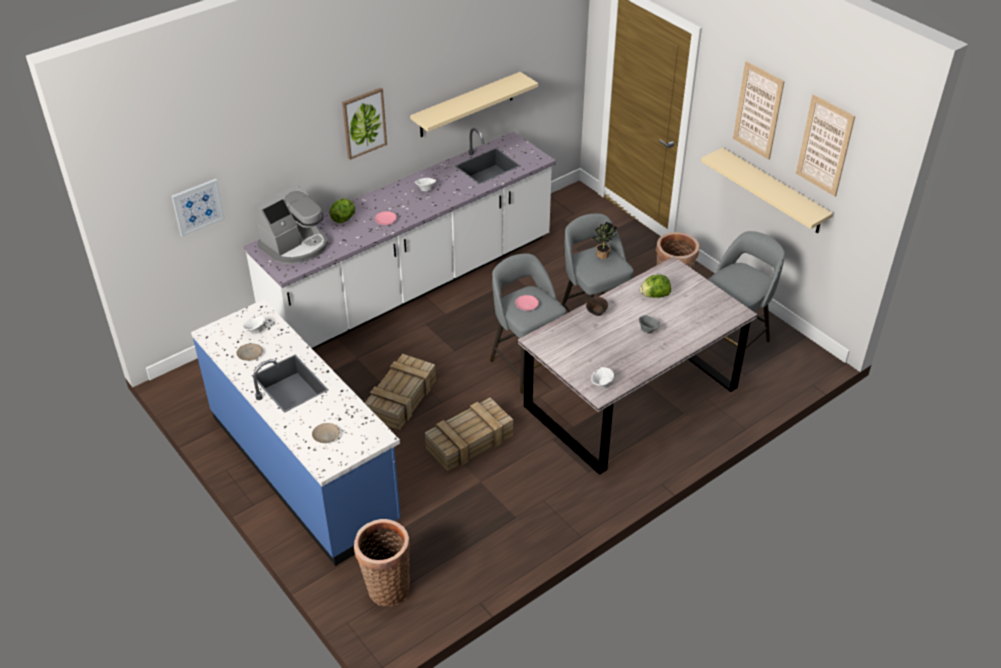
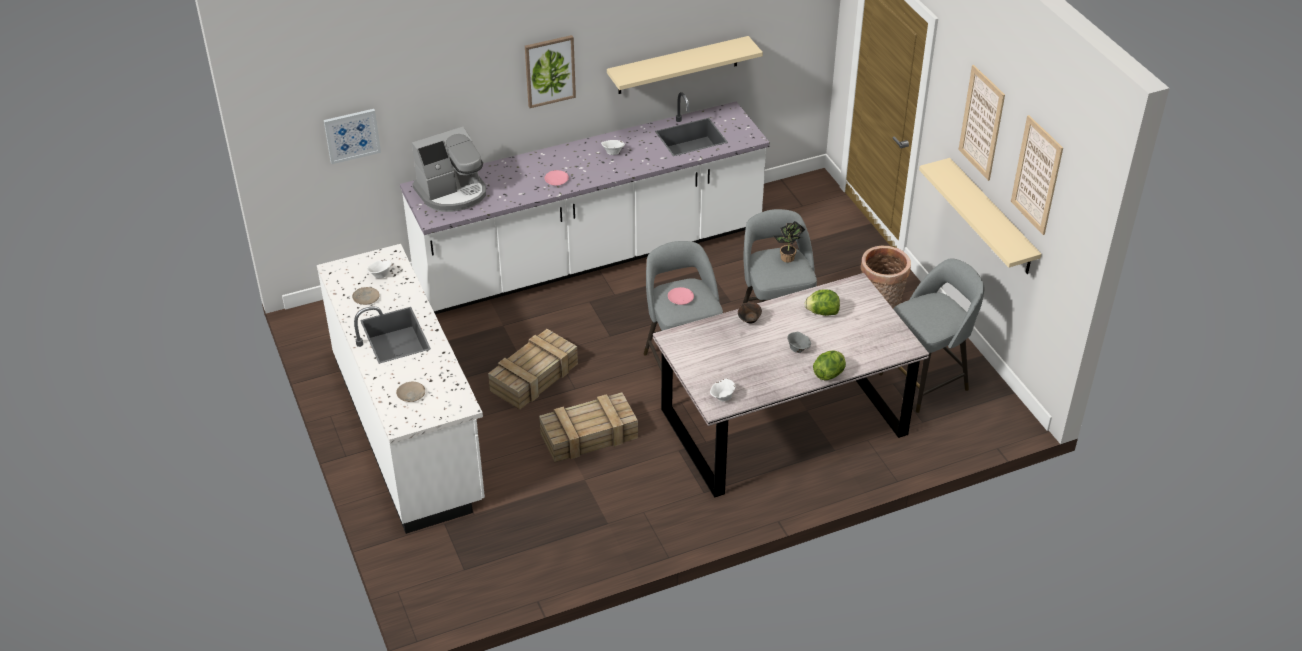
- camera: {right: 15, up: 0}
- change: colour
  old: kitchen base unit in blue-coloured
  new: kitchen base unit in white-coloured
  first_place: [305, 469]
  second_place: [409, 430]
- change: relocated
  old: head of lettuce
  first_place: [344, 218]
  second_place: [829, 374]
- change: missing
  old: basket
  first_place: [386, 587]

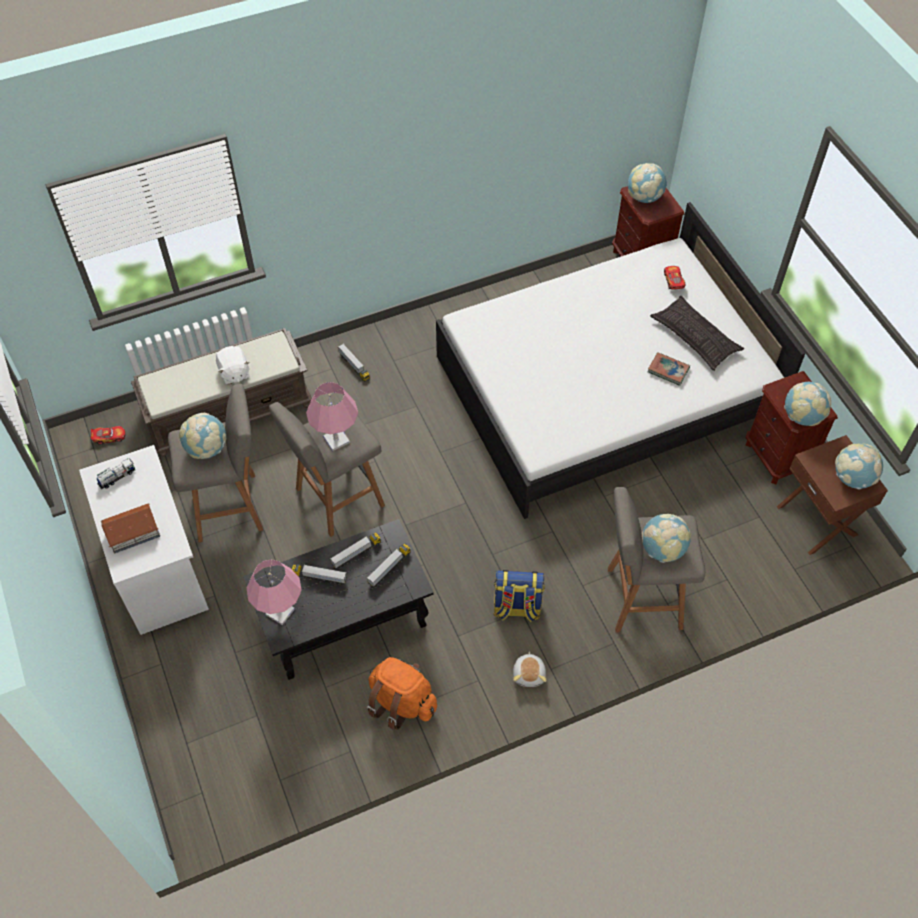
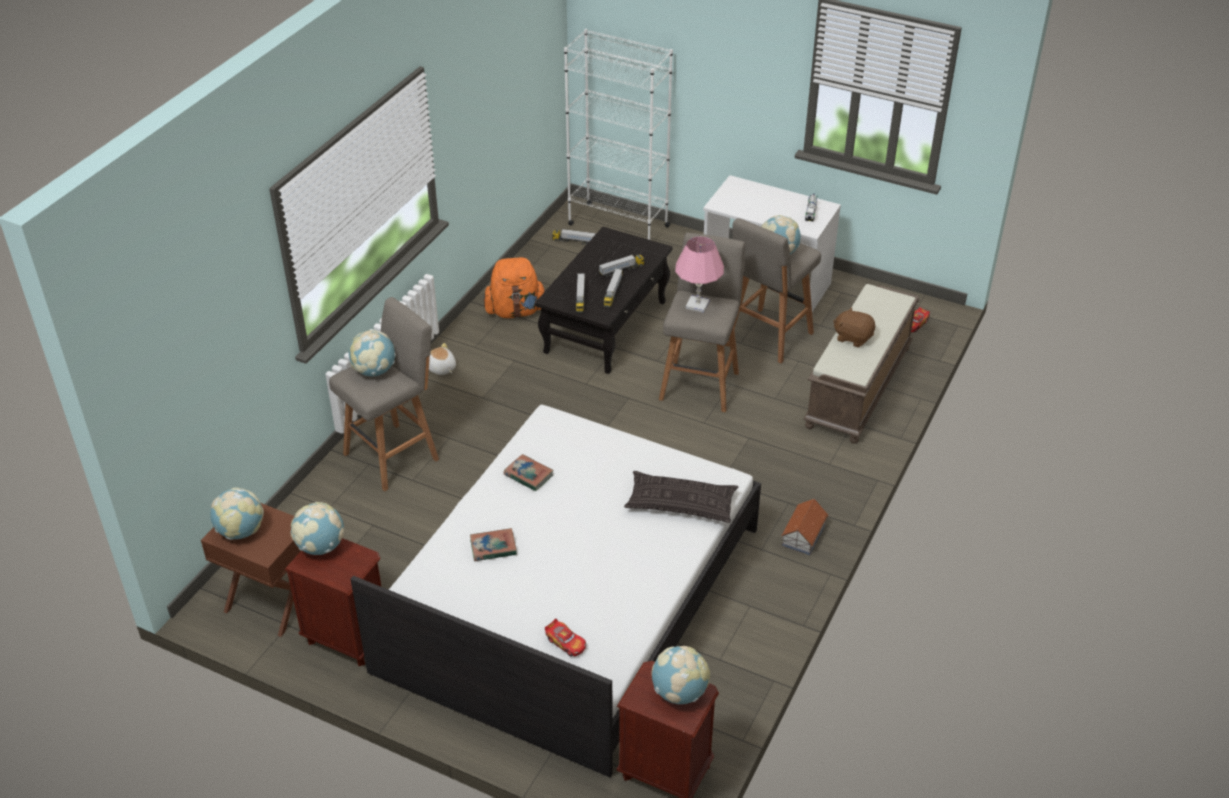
- camera: {right: 140, up: -15}
- change: relocated
  old: toy house
  first_place: [133, 532]
  second_place: [803, 535]
- change: colour
  old: cuddly toy in white-coloured
  new: cuddly toy in brownish
  first_place: [234, 373]
  second_place: [853, 337]
- change: missing
  old: lamp for a table in pinkish
  first_place: [280, 611]
- change: relocated
  old: toy truck
  first_place: [354, 366]
  second_place: [573, 241]
- change: missing
  old: rucksack
  first_place: [516, 608]
- change: relocated
  old: cushion
  first_place: [695, 337]
  second_place: [680, 503]
- change: appeared
  new: bound book
  second_place: [528, 475]
- change: appeared
  new: bookshelf in white-coloured
  second_place: [618, 225]

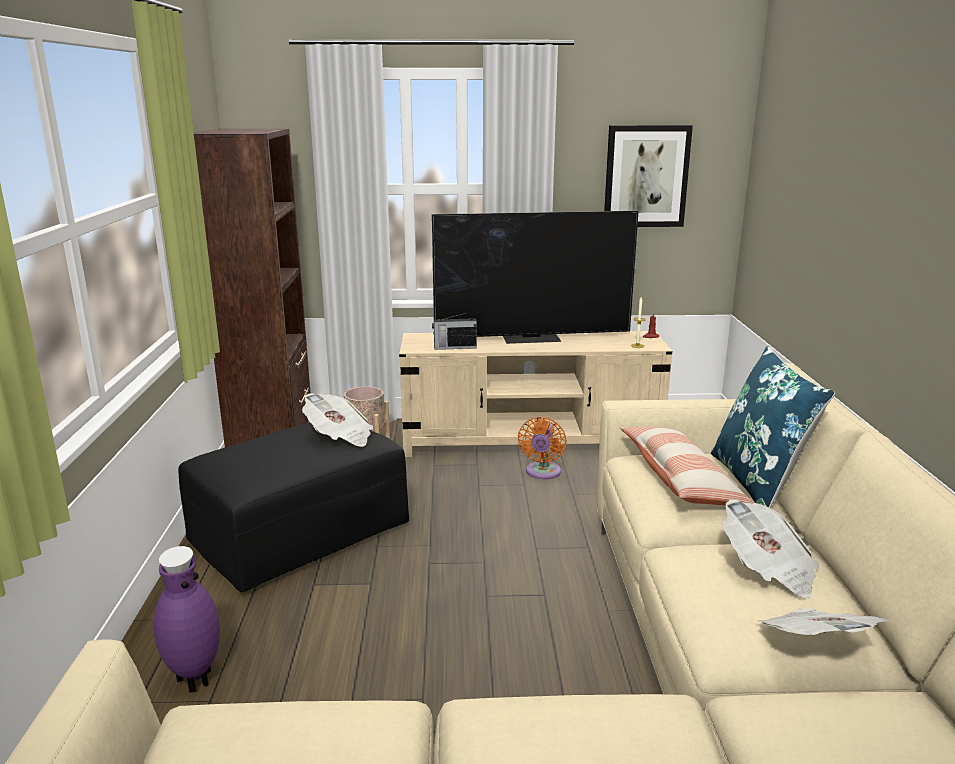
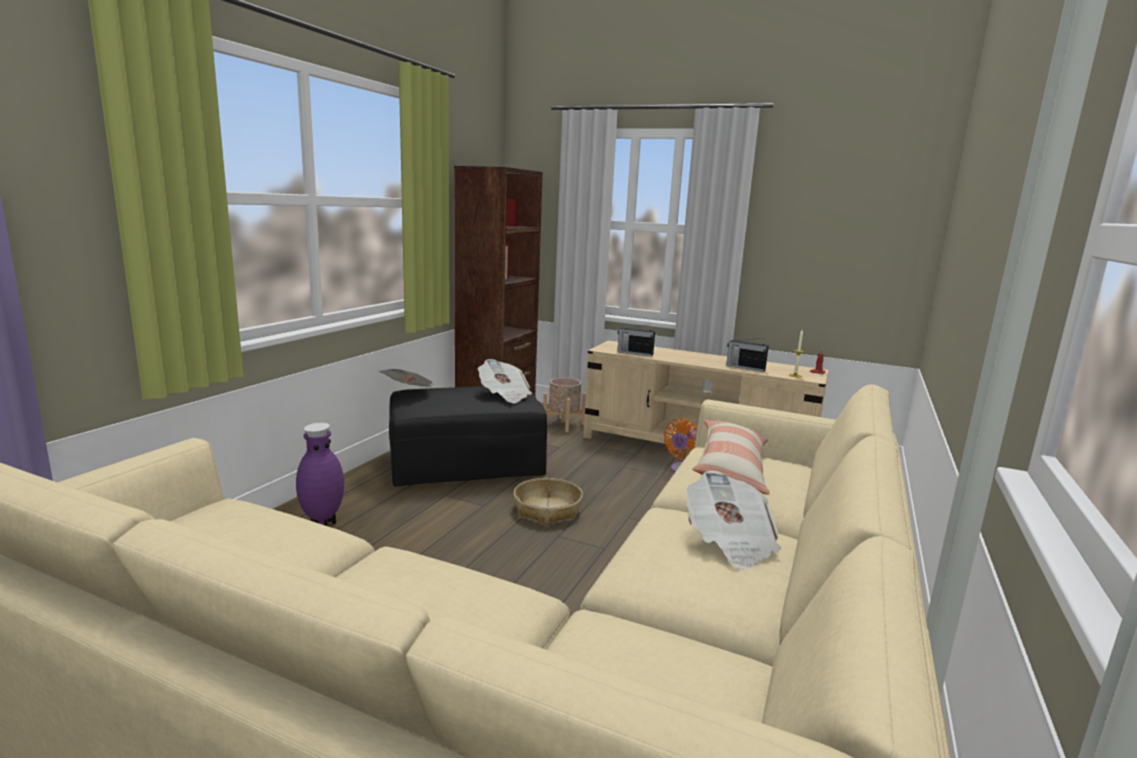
- camera: {right: 25, up: -5}
- change: missing
  old: TV
  first_place: [532, 338]
- change: missing
  old: wall art
  first_place: [646, 176]
- change: missing
  old: cushion in blue-coloured
  first_place: [758, 482]
- change: relocated
  old: newspaper
  first_place: [815, 646]
  second_place: [409, 392]
- change: appeared
  new: basket
  second_place: [547, 509]
- change: appeared
  new: radio receiver
  second_place: [744, 367]

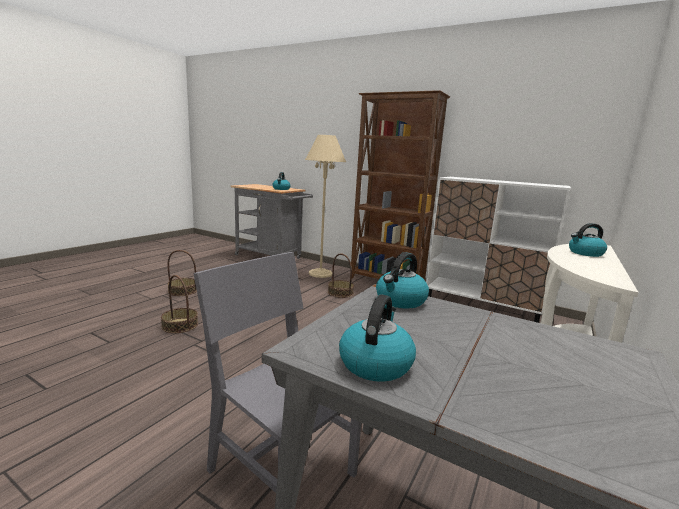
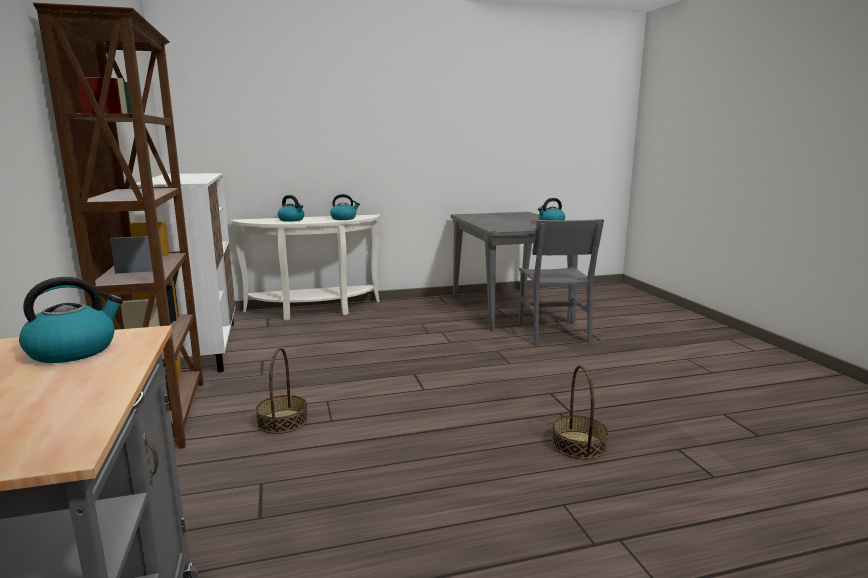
- camera: {right: -135, up: 0}
- change: missing
  old: basket
  first_place: [183, 291]
- change: missing
  old: standard lamp in beige
  first_place: [320, 274]
- change: relocated
  old: tea kettle
  first_place: [400, 301]
  second_place: [344, 218]

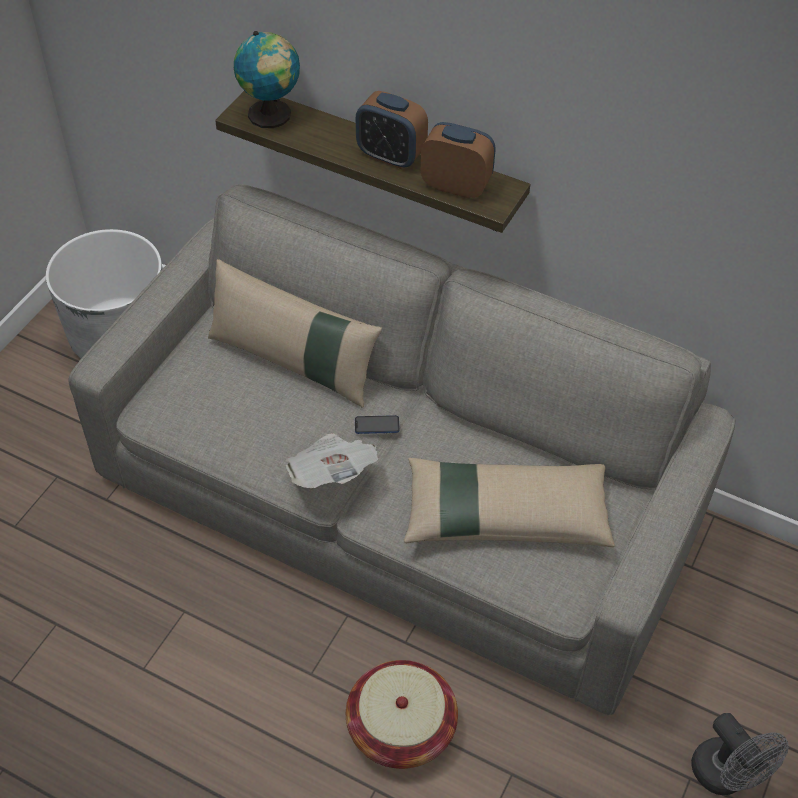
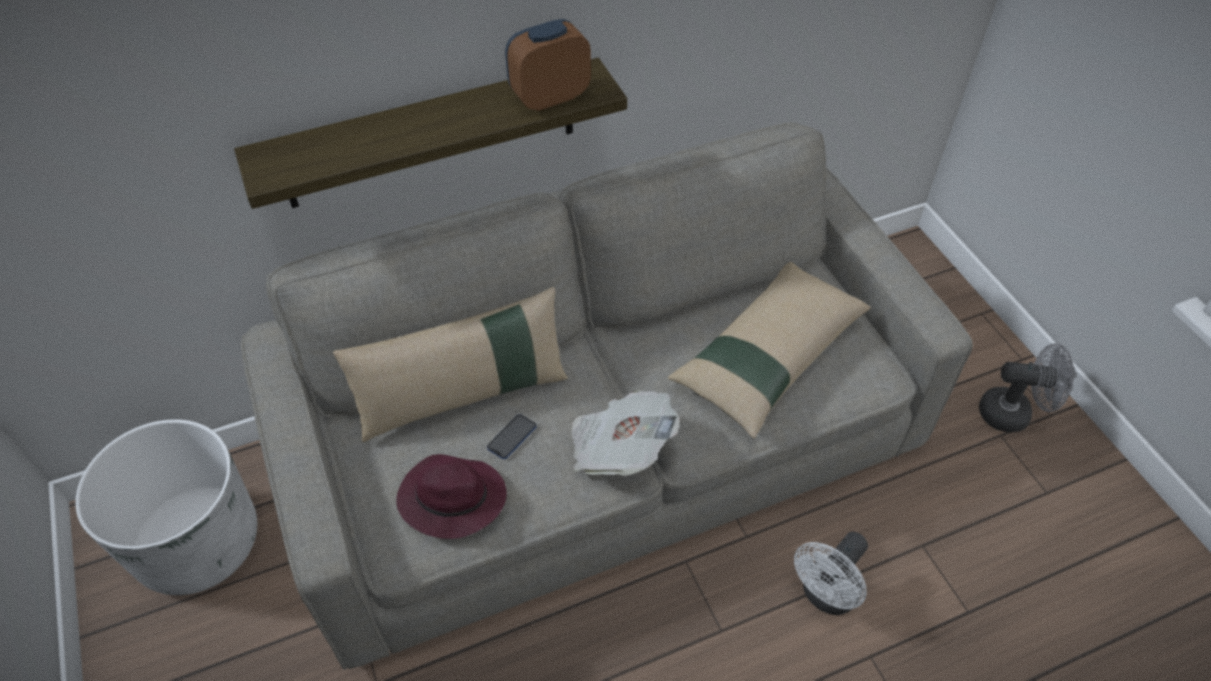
- camera: {right: -50, up: 0}
- change: missing
  old: globe
  first_place: [272, 116]
- change: exchanged
  old: basket
  new: cooling fan in white-coloured
  first_place: [401, 728]
  second_place: [826, 596]
- change: relocated
  old: telephone
  first_place: [377, 425]
  second_place: [512, 437]
- change: missing
  old: table clock
  first_place: [391, 156]
- change: appeared
  new: clothing hat in purple
  second_place: [450, 499]

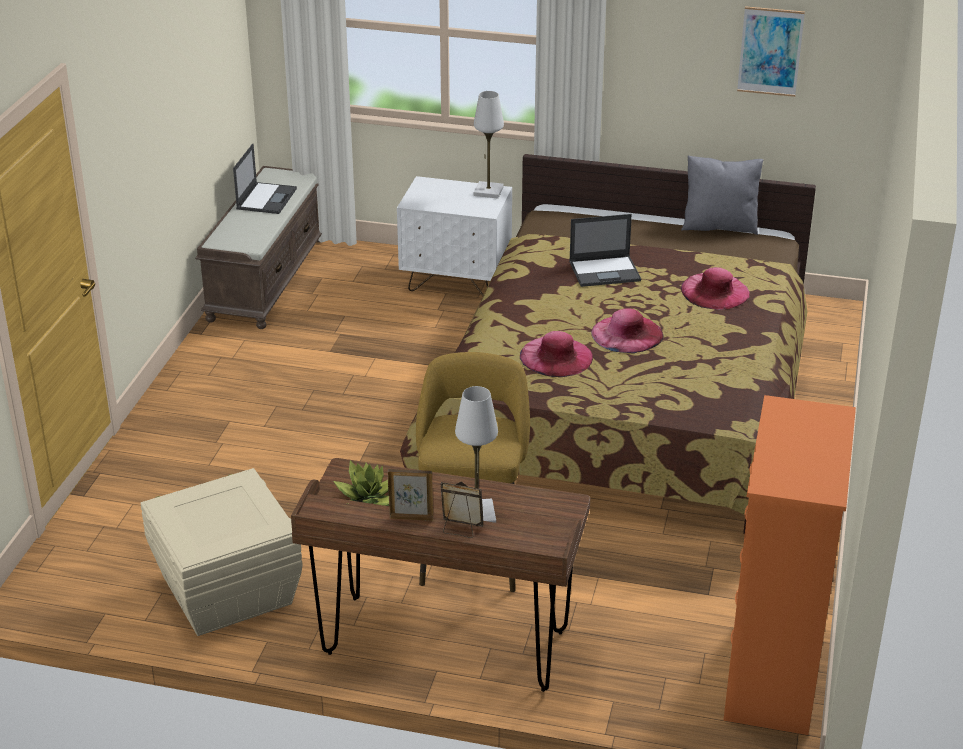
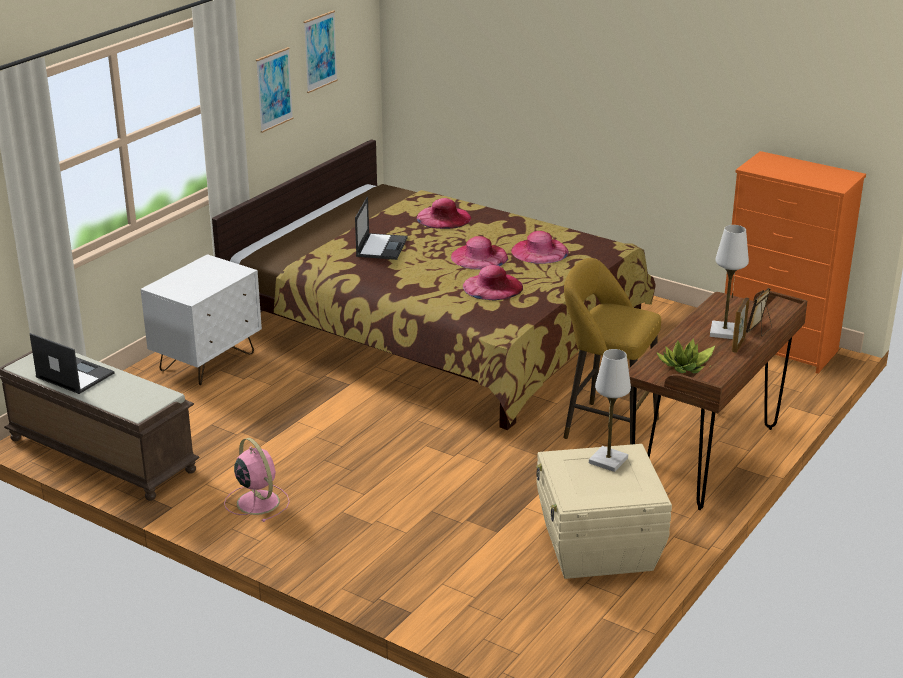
- camera: {right: -70, up: -5}
- change: relocated
  old: lamp for a table in white-coloured
  first_place: [488, 191]
  second_place: [608, 461]
- change: missing
  old: cushion in greyish
  first_place: [719, 226]
- change: appeared
  new: cooling fan in pinkish
  second_place: [257, 501]
- change: appeared
  new: wall art
  second_place: [274, 89]
- change: appeared
  new: clothing hat in pinkish
  second_place: [539, 251]

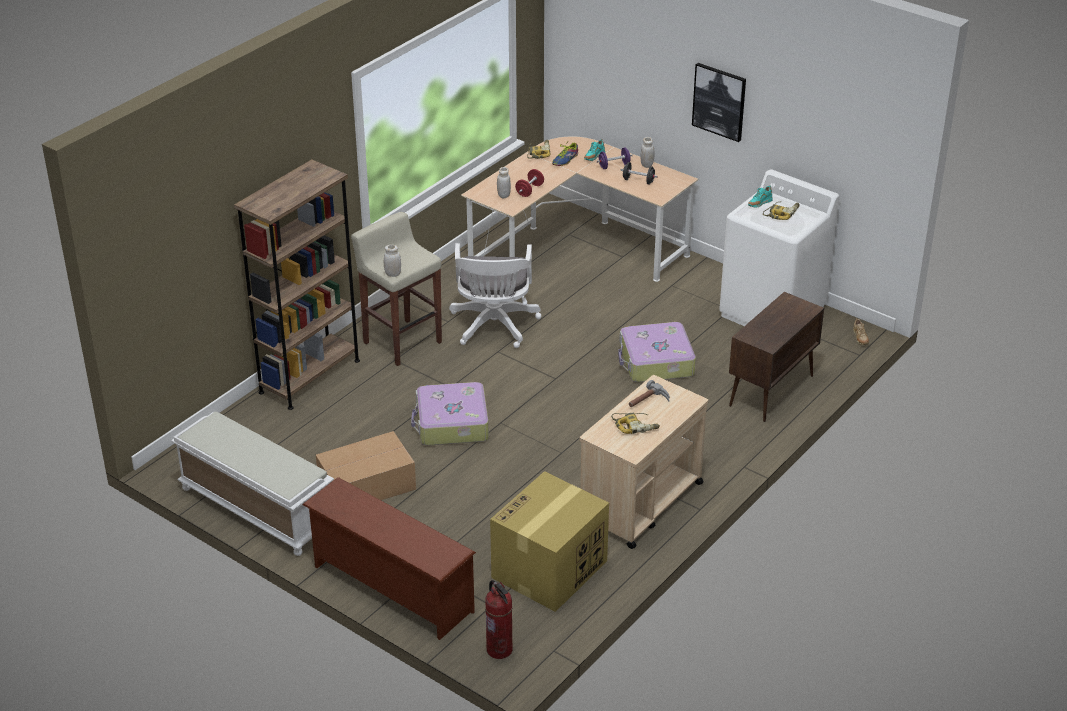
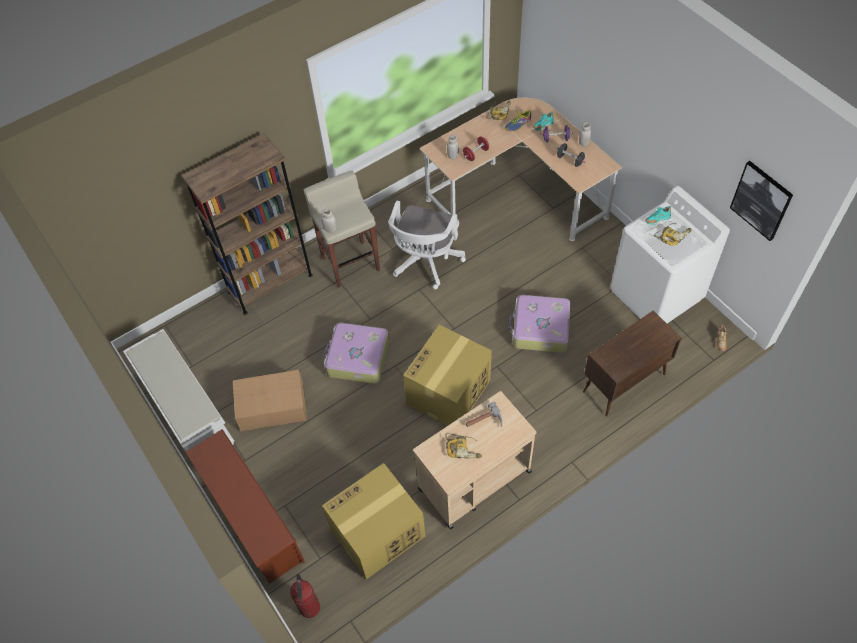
- camera: {right: 20, up: 20}
- change: relocated
  old: wall art
  first_place: [719, 101]
  second_place: [761, 200]
- change: appeared
  new: carton
  second_place: [448, 393]

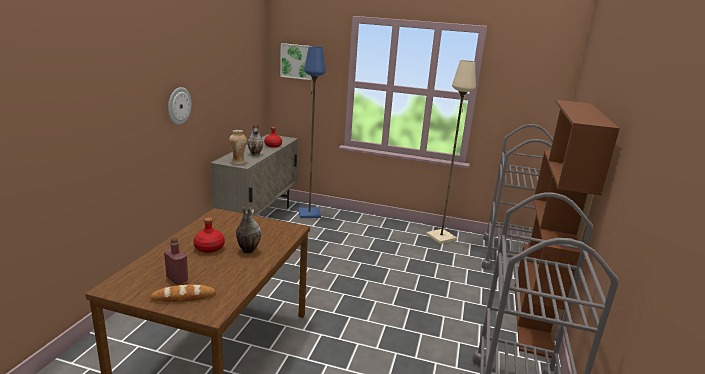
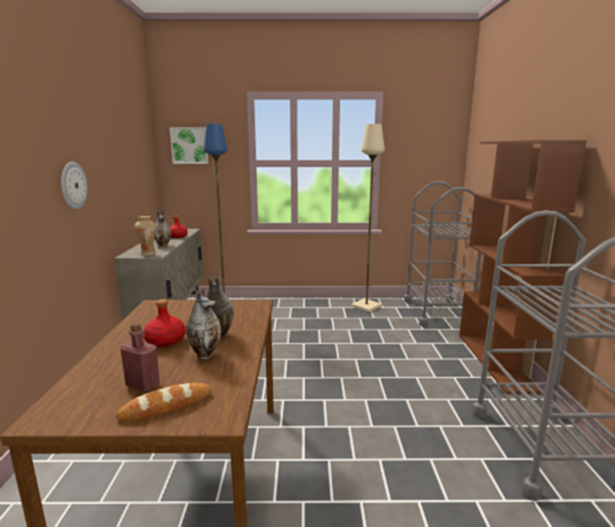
- camera: {right: -15, up: -5}
- change: appeared
  new: vase
  second_place: [205, 354]

